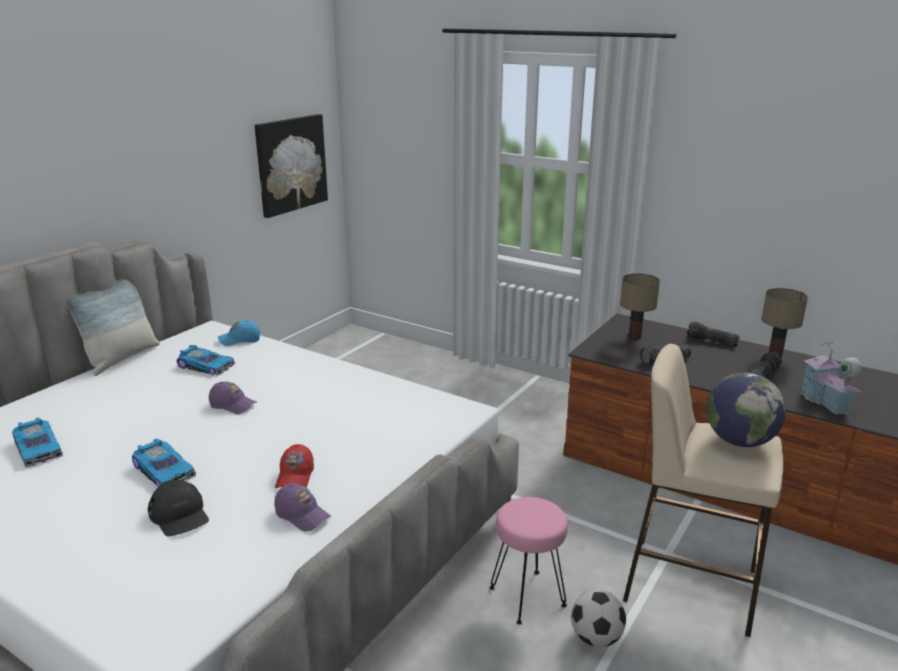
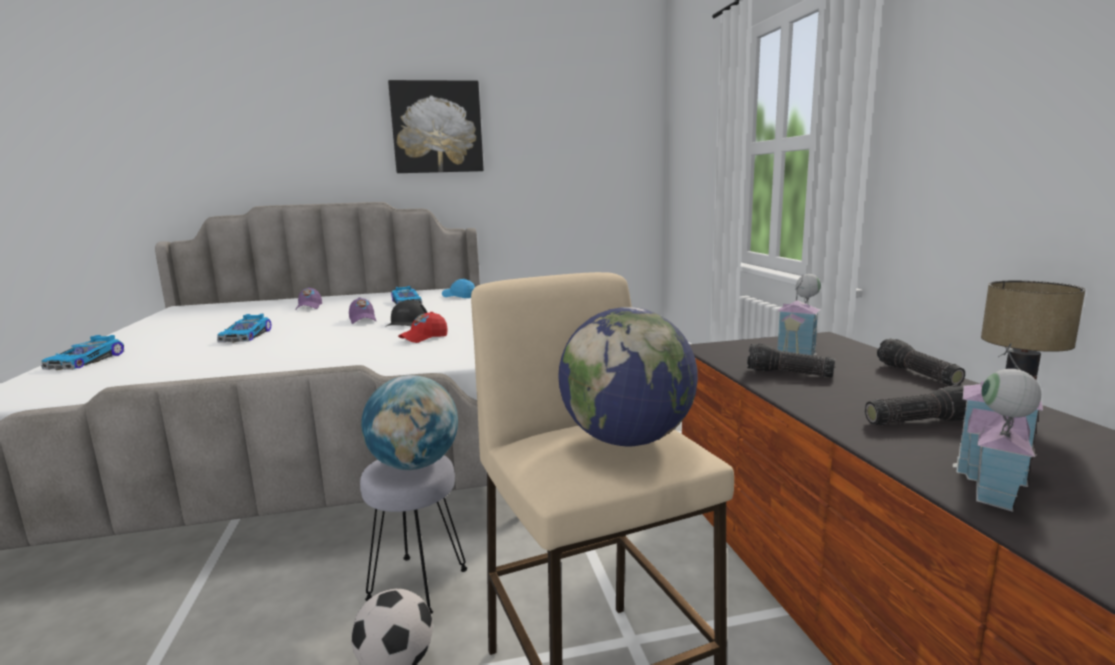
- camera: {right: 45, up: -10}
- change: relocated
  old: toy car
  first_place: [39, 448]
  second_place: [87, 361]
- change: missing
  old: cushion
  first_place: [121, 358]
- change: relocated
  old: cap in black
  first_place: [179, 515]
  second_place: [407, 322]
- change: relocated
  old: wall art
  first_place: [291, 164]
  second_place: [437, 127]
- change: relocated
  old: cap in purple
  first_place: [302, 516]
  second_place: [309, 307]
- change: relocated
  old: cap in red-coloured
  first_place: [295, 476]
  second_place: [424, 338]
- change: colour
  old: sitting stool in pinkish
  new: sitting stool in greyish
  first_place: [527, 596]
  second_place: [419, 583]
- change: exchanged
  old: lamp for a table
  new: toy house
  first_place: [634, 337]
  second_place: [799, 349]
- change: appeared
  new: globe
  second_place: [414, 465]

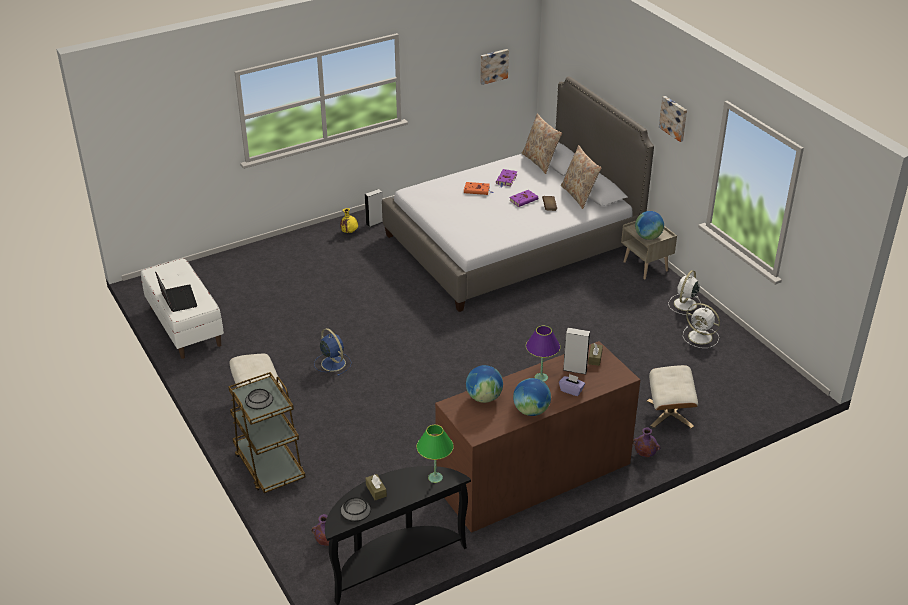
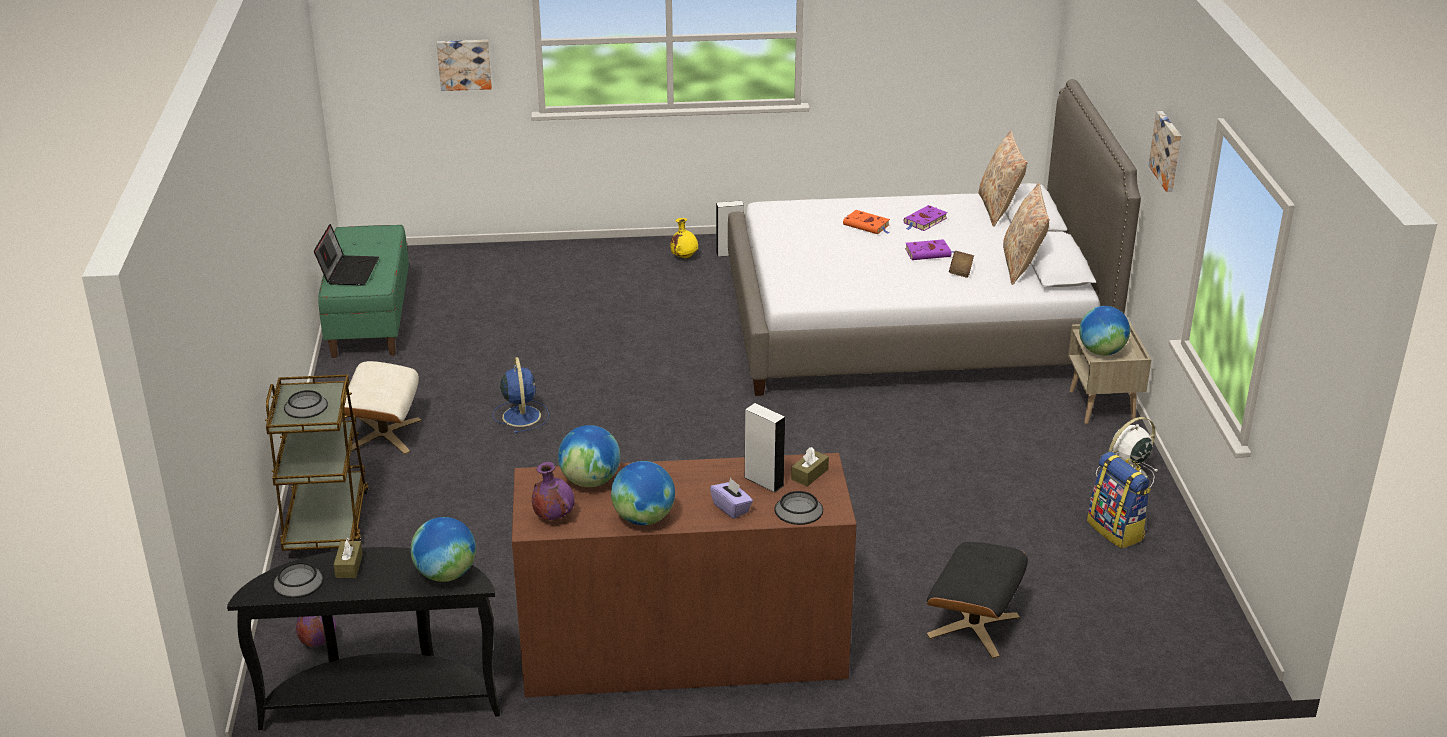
- camera: {right: 25, up: -5}
- change: colour
  old: indoor bench in white-coloured
  new: indoor bench in green-coloured
  first_place: [185, 326]
  second_place: [369, 320]
- change: exchanged
  old: lamp for a table in green-coloured
  new: globe
  first_place: [435, 477]
  second_place: [446, 574]
- change: relocated
  old: wall art
  first_place: [493, 66]
  second_place: [464, 64]
- change: missing
  old: lamp for a table in purple
  first_place: [541, 377]
- change: relocated
  old: vase in purple
  first_place: [644, 453]
  second_place: [553, 516]
- change: colour
  old: ottoman in beige
  new: ottoman in black
  first_place: [670, 413]
  second_place: [974, 626]
- change: exchanged
  old: cooling fan in white-coloured
  new: rucksack
  first_place: [701, 337]
  second_place: [1116, 530]
- change: appeared
  new: deep dish
  second_place: [798, 510]

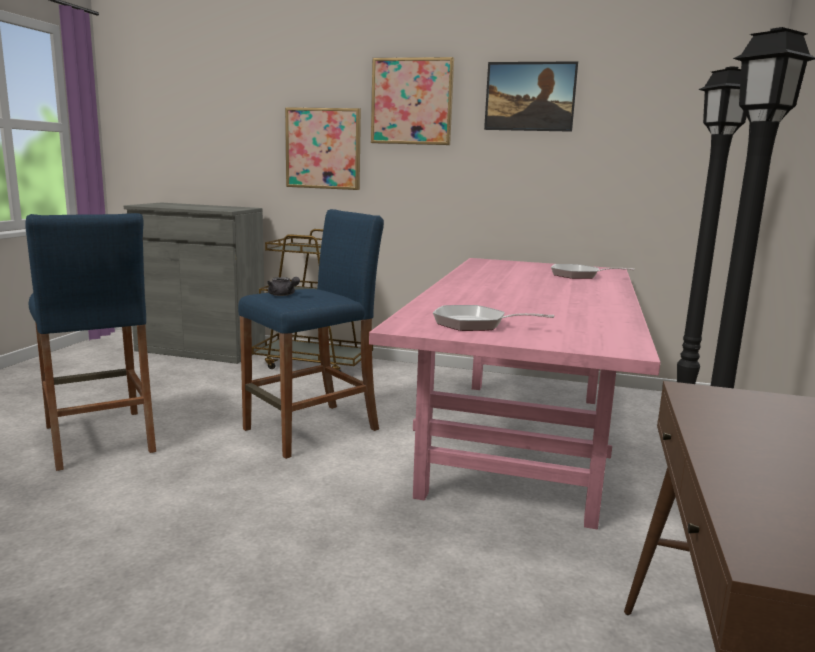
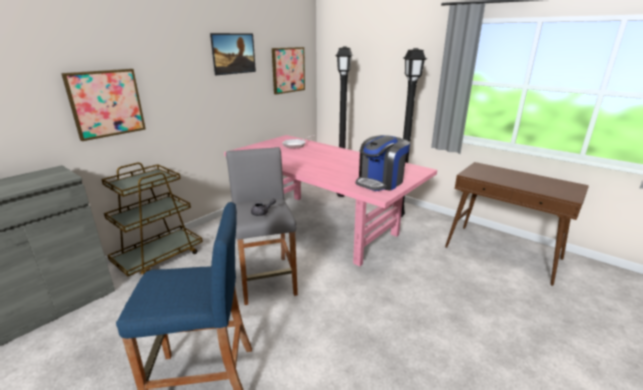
- camera: {right: -65, up: 10}
- change: colour
  old: sitting stool in blue-coloured
  new: sitting stool in greyish
  first_place: [311, 430]
  second_place: [267, 279]
- change: relocated
  old: wall art
  first_place: [412, 101]
  second_place: [288, 70]
- change: exchanged
  old: pan
  new: coffee maker
  first_place: [475, 324]
  second_place: [380, 182]

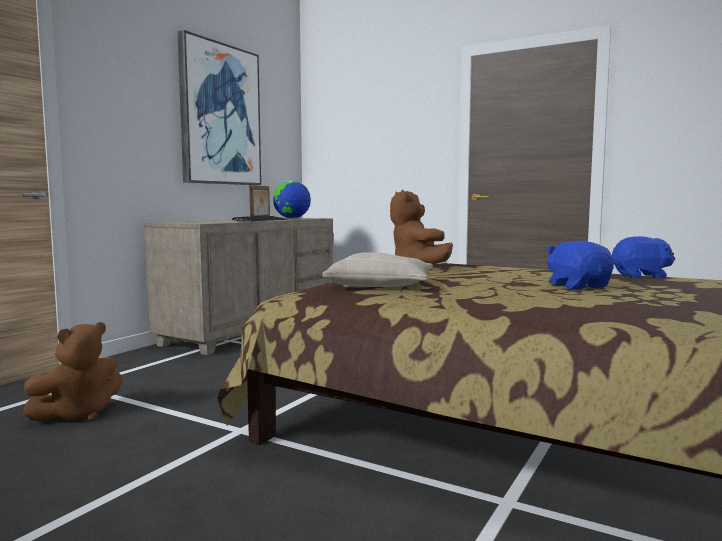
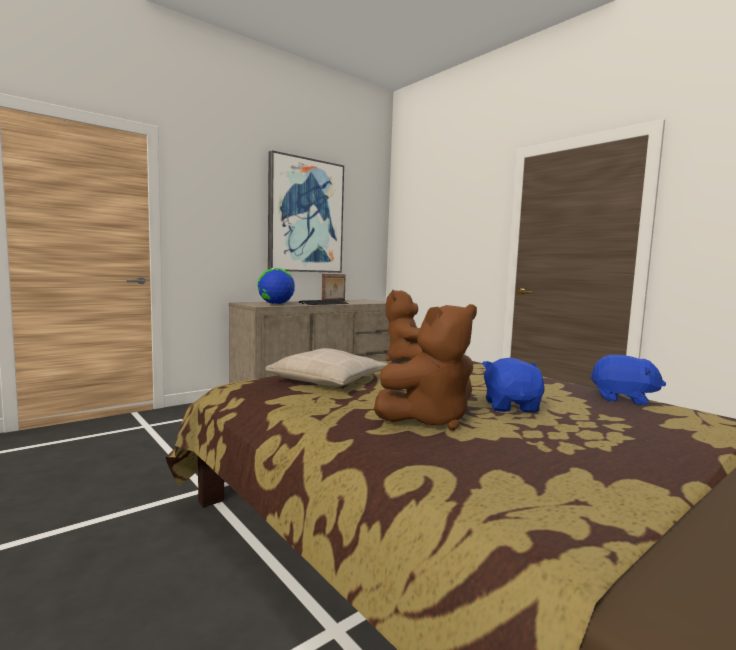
- camera: {right: 20, up: 0}
- change: relocated
  old: cuddly toy in brownish
  first_place: [79, 414]
  second_place: [429, 419]
- change: relocated
  old: globe
  first_place: [292, 218]
  second_place: [276, 304]

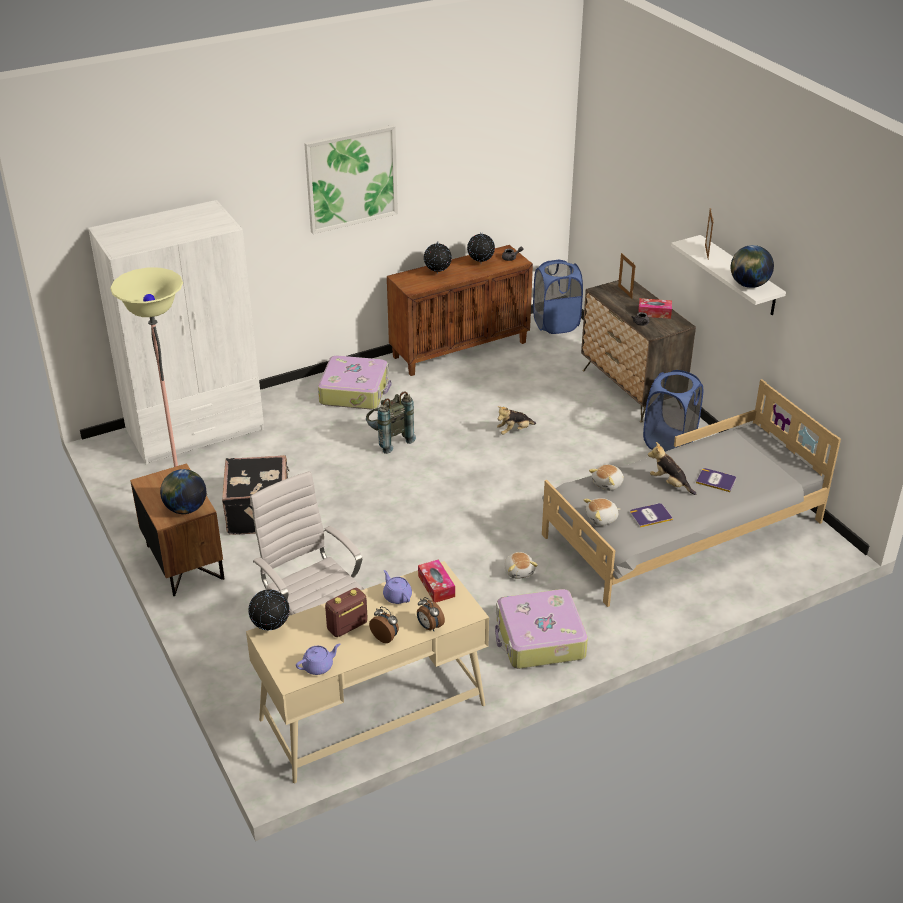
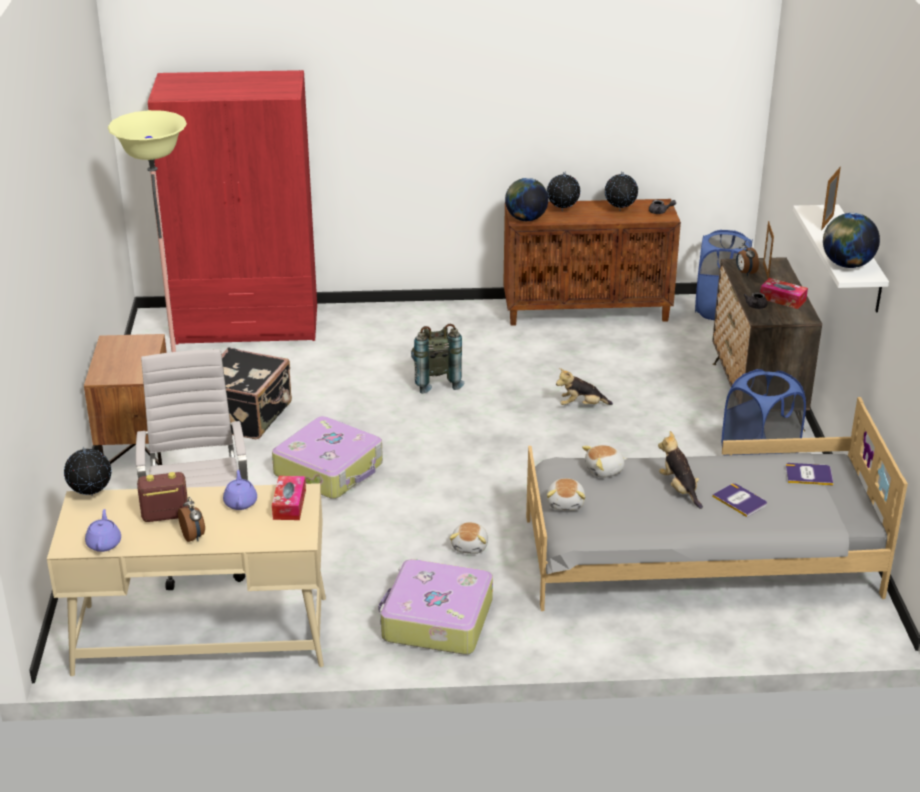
- camera: {right: 25, up: -5}
- change: colour
  old: armoire in white-coloured
  new: armoire in red-coloured
  first_place: [195, 430]
  second_place: [248, 325]
- change: relocated
  old: globe
  first_place: [185, 509]
  second_place: [525, 219]
- change: spun
  old: teapot in purple
  first_place: [318, 666]
  second_place: [104, 543]
  degrees: -90
- change: missing
  old: wall art
  first_place: [351, 178]
- change: relocated
  old: suitcase
  first_place: [355, 391]
  second_place: [330, 469]
- change: relocated
  old: table clock
  first_place: [429, 627]
  second_place: [745, 273]
- change: spun
  old: cuddly toy
  first_place: [602, 519]
  second_place: [566, 503]
  degrees: -90
- change: relocated
  old: bound book
  first_place: [650, 516]
  second_place: [808, 475]

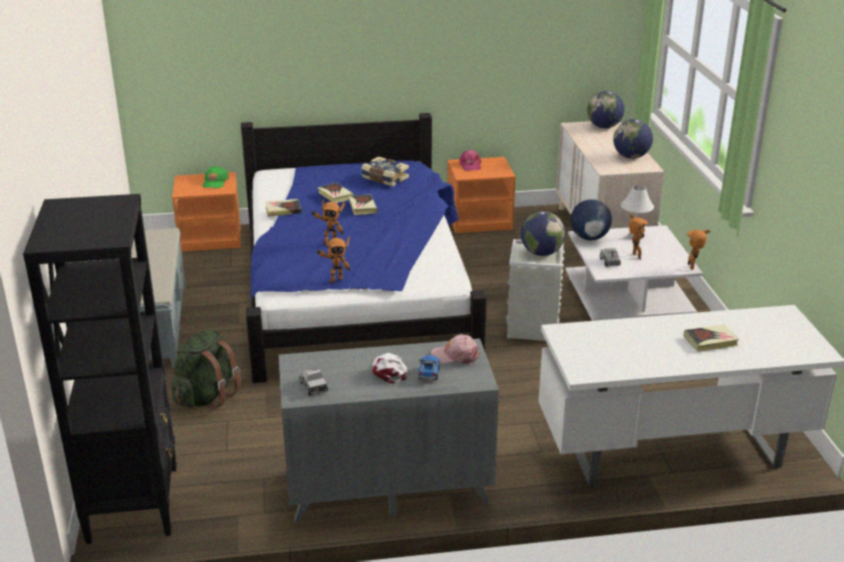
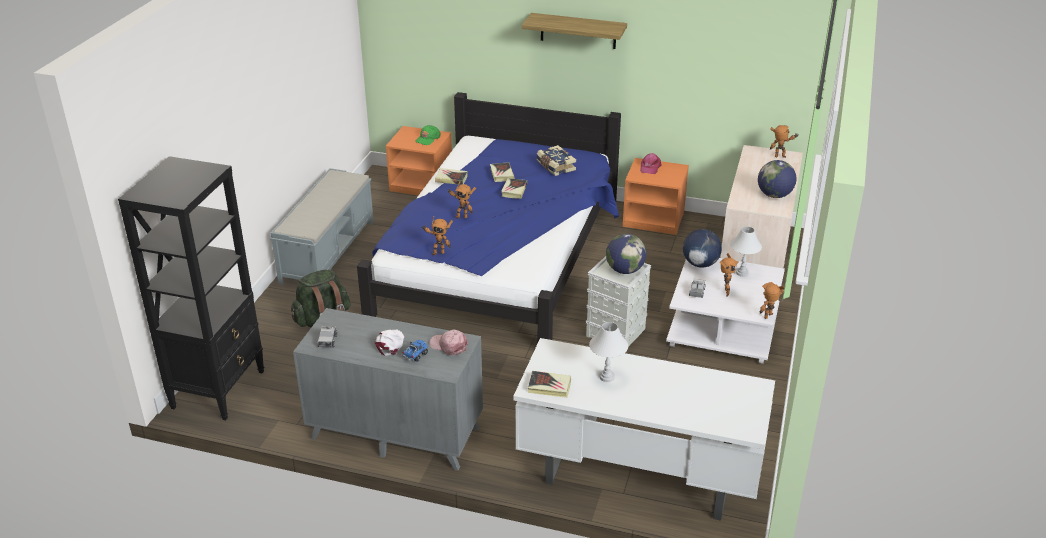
- camera: {right: 25, up: 5}
- change: exchanged
  old: globe
  new: robot figure
  first_place: [604, 127]
  second_place: [780, 158]
- change: relocated
  old: bound book
  first_place: [710, 341]
  second_place: [549, 387]
- change: appeared
  new: bracket shelf
  second_place: [578, 31]
- change: appeared
  new: lamp for a table in white-coloured
  second_place: [607, 377]

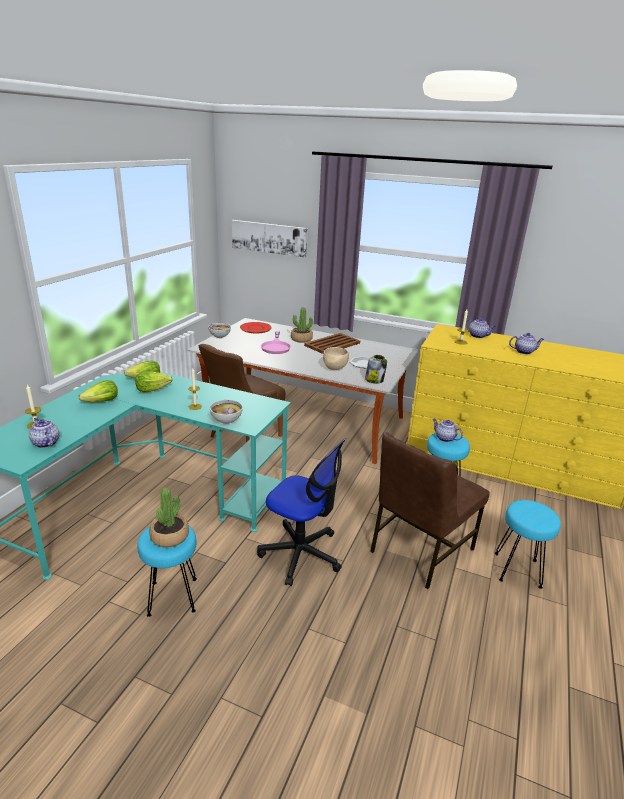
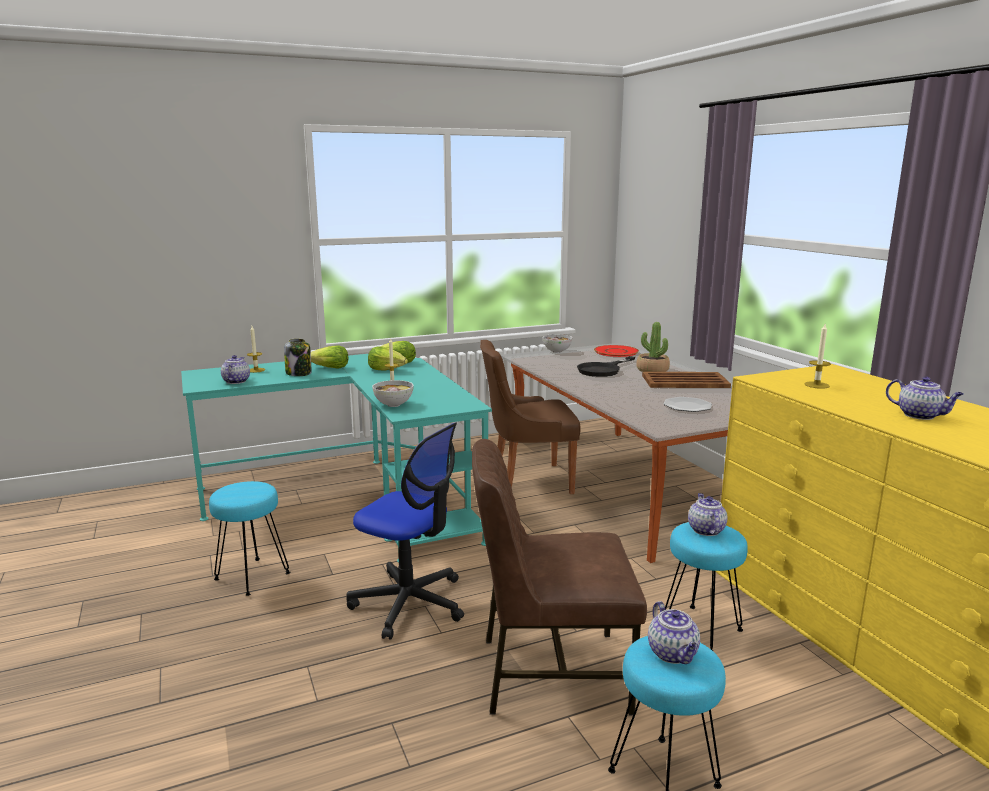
- camera: {right: 45, up: -10}
- change: missing
  old: plant in a pot
  first_place: [170, 536]
- change: missing
  old: wall art
  first_place: [269, 238]
- change: spun
  old: computer chair
  first_place: [301, 554]
  second_place: [409, 603]
  degrees: -45
- change: colour
  old: pan in pinkish
  new: pan in black
  first_place: [276, 346]
  second_place: [603, 370]
- change: missing
  old: deep dish in beige
  first_place: [335, 368]
- change: relocated
  old: jar
  first_place: [374, 380]
  second_place: [299, 373]
- change: relocated
  old: teapot
  first_place: [478, 336]
  second_place: [673, 654]

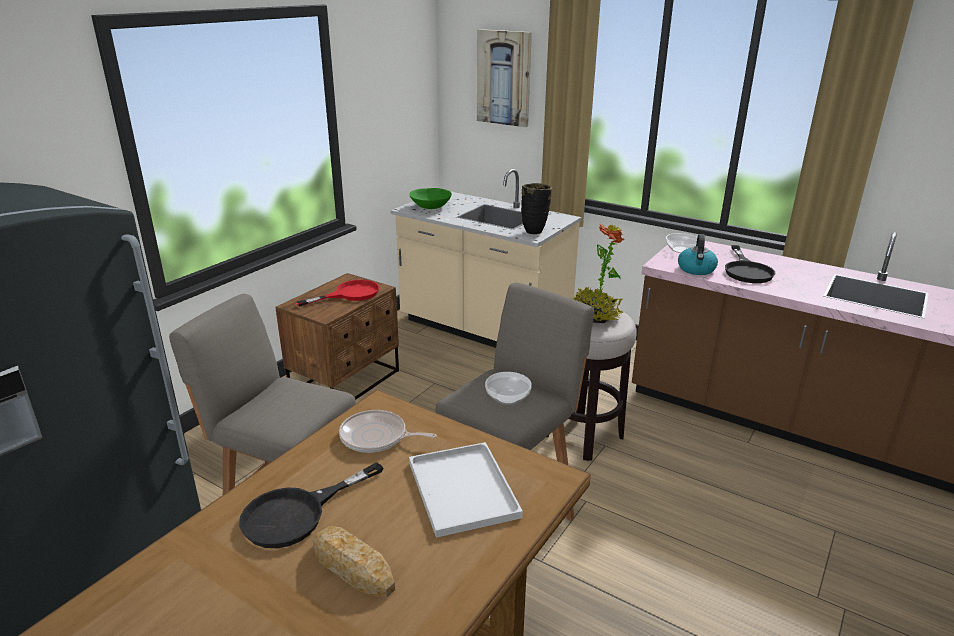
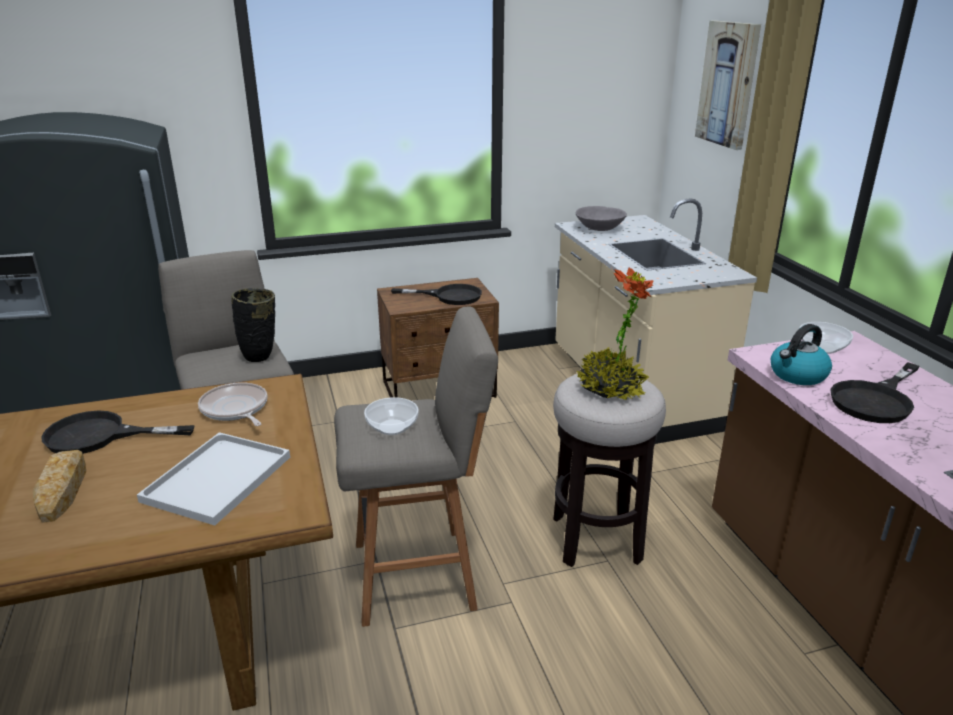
- camera: {right: 40, up: 0}
- change: colour
  old: pan in red-coloured
  new: pan in black
  first_place: [349, 294]
  second_place: [449, 296]
- change: colour
  old: deep dish in green-coloured
  new: deep dish in greyish
  first_place: [430, 207]
  second_place: [599, 228]
- change: relocated
  old: vase in black
  first_place: [535, 232]
  second_place: [261, 358]

